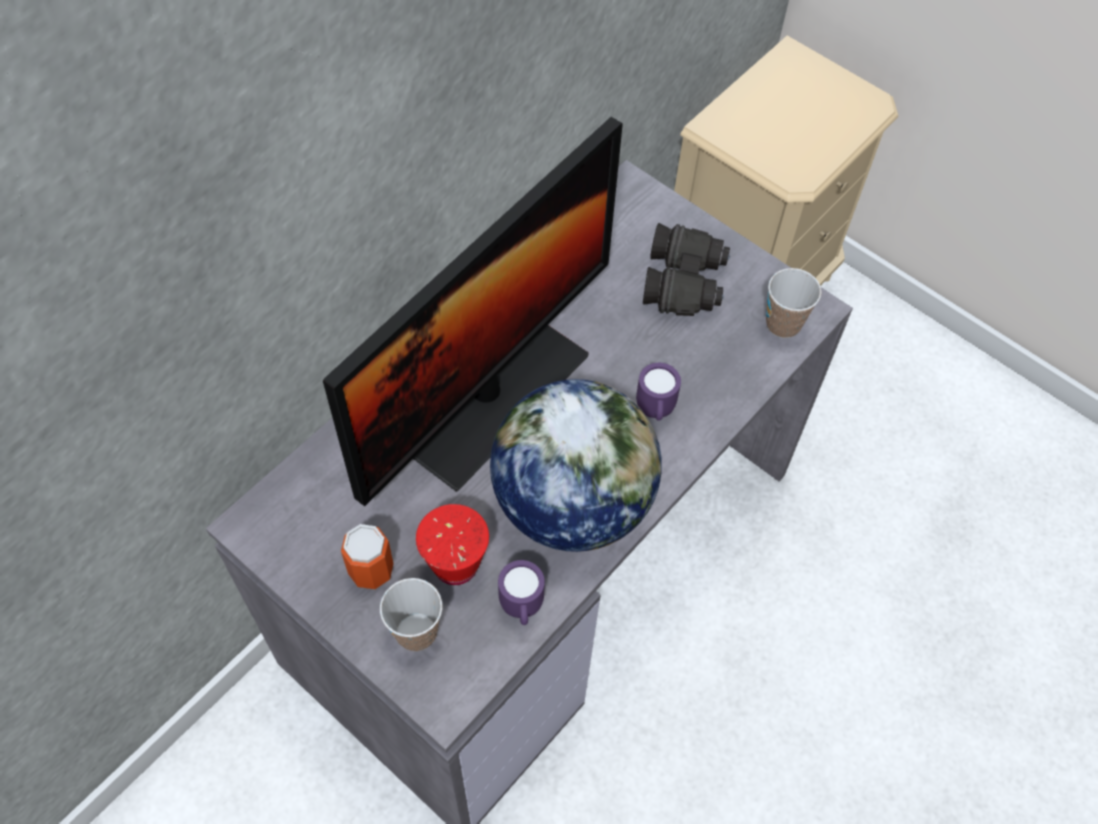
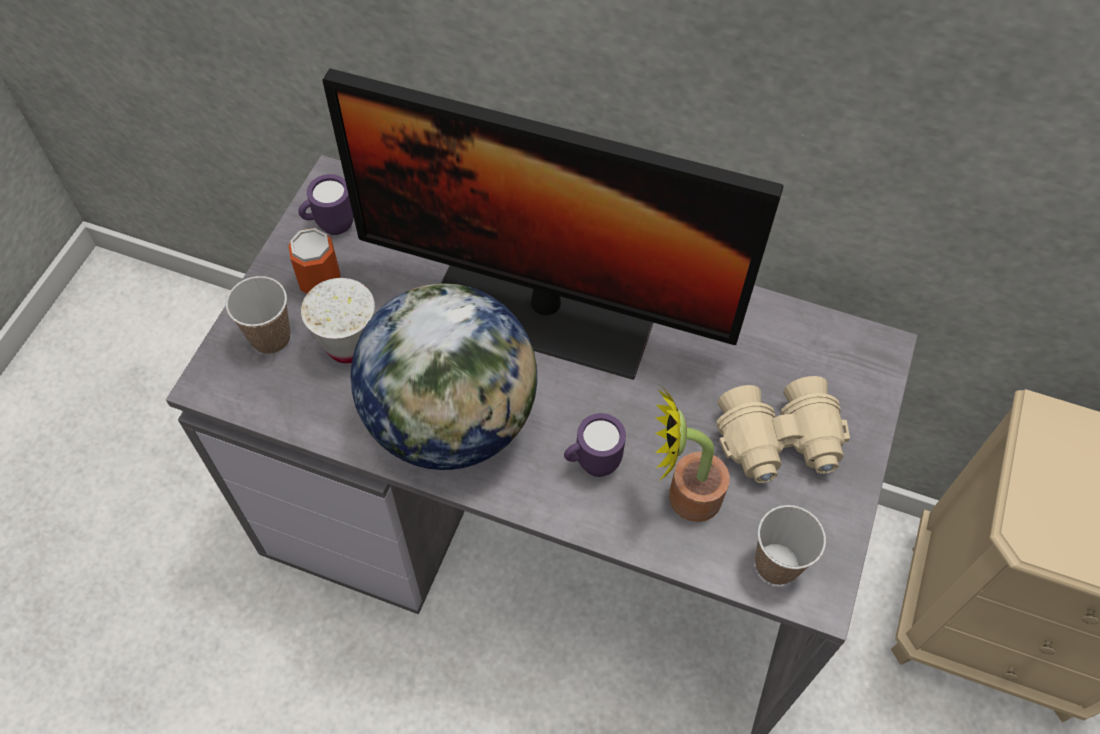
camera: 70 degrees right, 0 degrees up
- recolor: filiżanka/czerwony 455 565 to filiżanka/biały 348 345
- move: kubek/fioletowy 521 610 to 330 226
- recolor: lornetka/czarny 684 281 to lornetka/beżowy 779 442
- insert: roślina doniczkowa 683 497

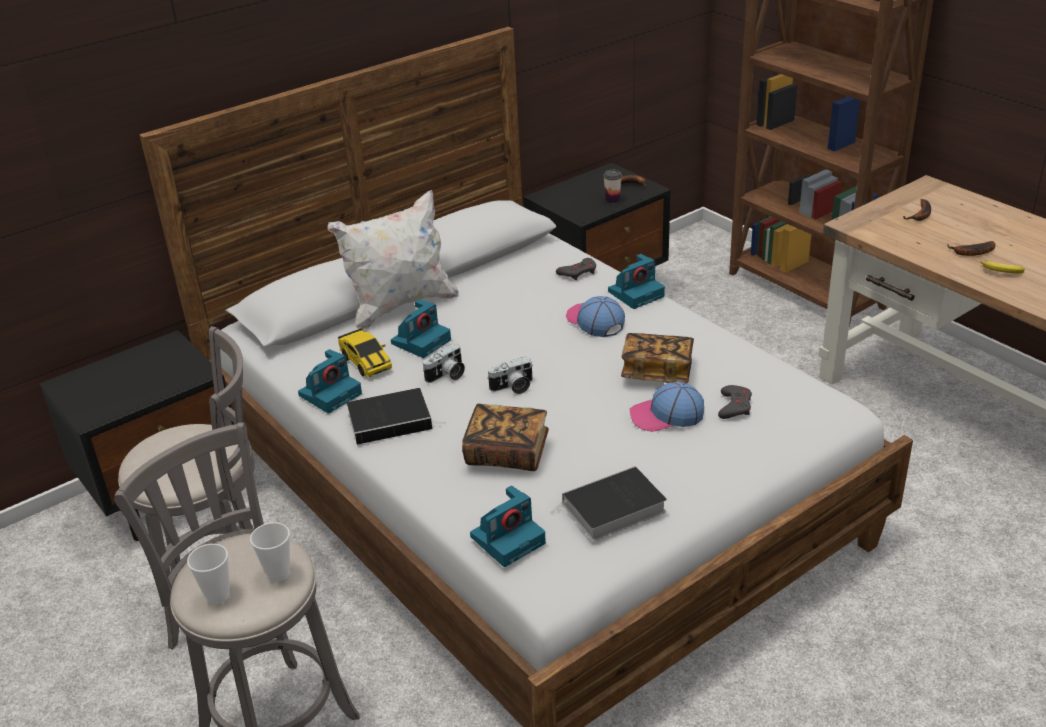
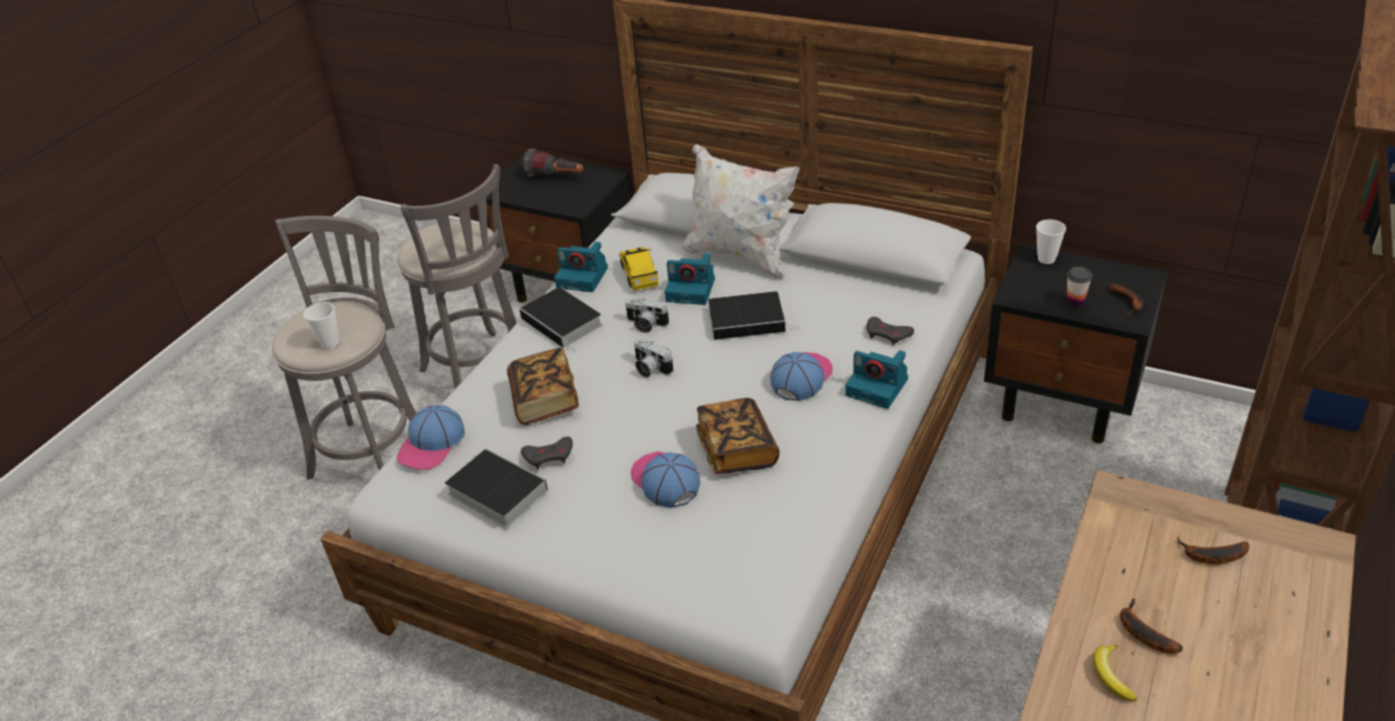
camera: 65 degrees right, 5 degrees up
- move: filiżanka 217 595 to 1046 259
- rotate: samochodzik 366 362 = 639 275 135 degrees clockwise
- replace: aparat fotograficzny 508 539 to czapka z daszkiem 432 444
- move: pad do gier/szary 734 406 to 549 456
- insert: latarka 556 177
- insert: książka 749 319

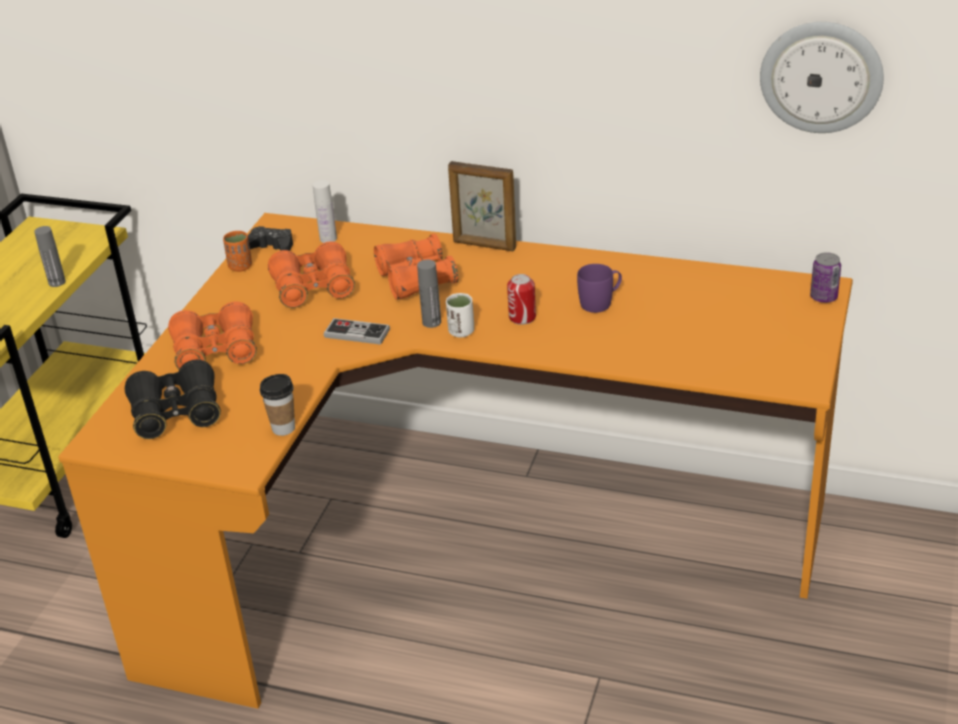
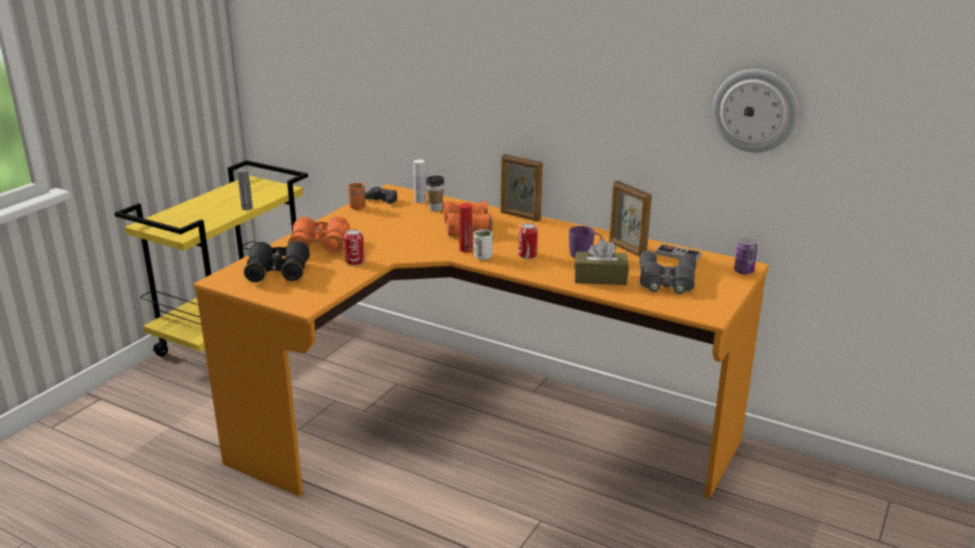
camera: 10 degrees right, 10 degrees down
- move: filiżanka 283 428 to 435 208
- delete: lornetka/pomarańczowy 313 288
- move: pad do gier 357 333 to 678 254
- recolor: butelka/szary 431 322 to butelka/czerwony 466 249
- insert: puszka 355 261
- insert: pudełko chusteczek/brązowy 600 278
- insert: ramka na zdjęcie 626 249
- insert: lornetka/szary 666 280

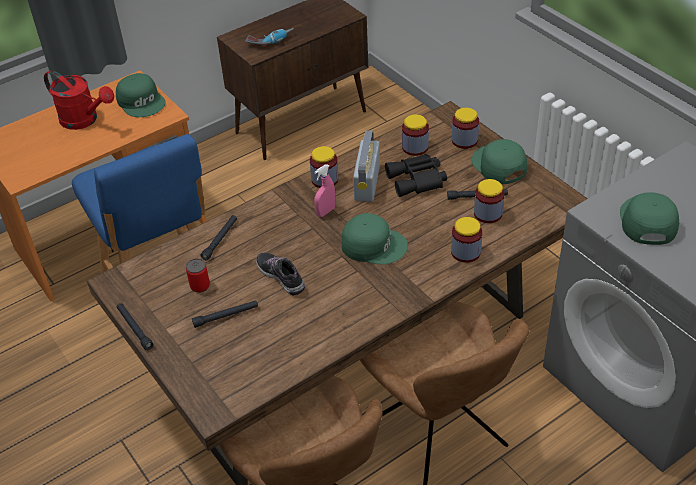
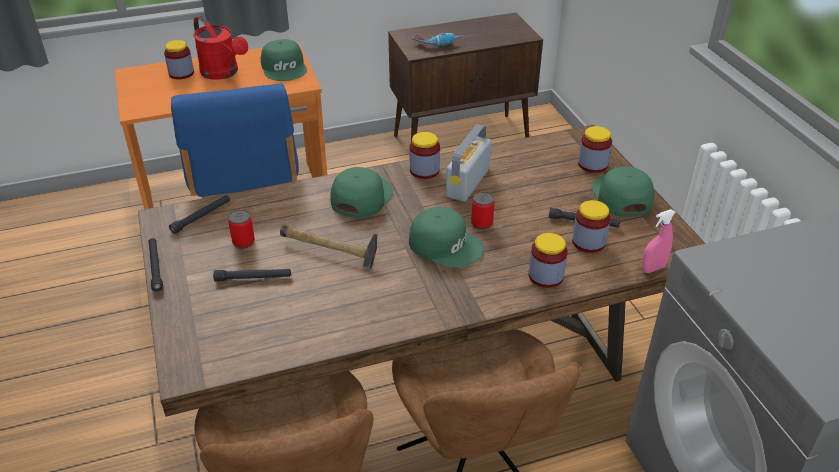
camera: 15 degrees right, 5 degrees down
- move: latarka/czarny 220 240 to 201 217
- replace: but 281 276 to młotek 331 253
- move: spryskiwacz/różowy 325 211 to 653 268
- delete: lornetka/czarny 417 180
- move: słoik 415 147 to 181 73
- move: czapka z daszkiem/zielony 647 221 to 360 197
- insert: puszka 481 223

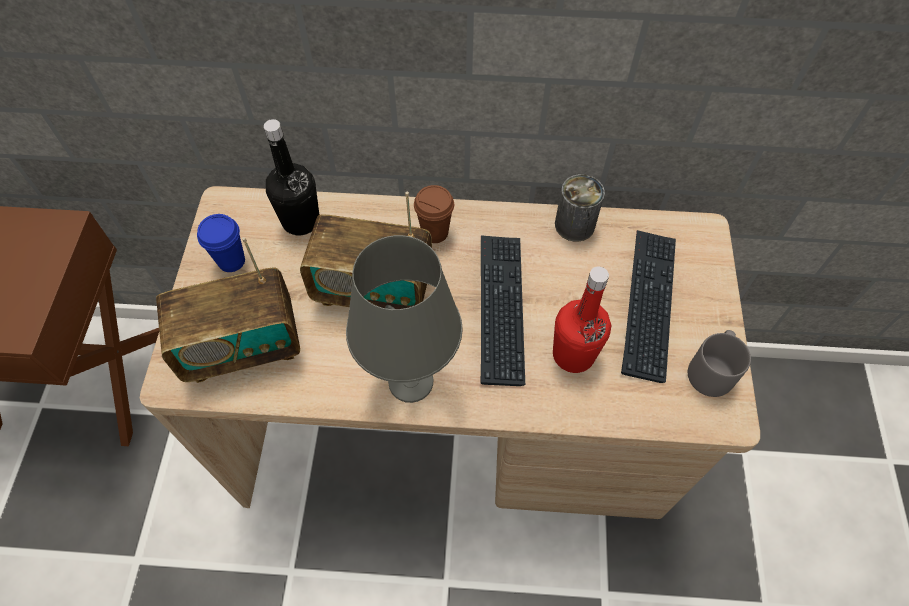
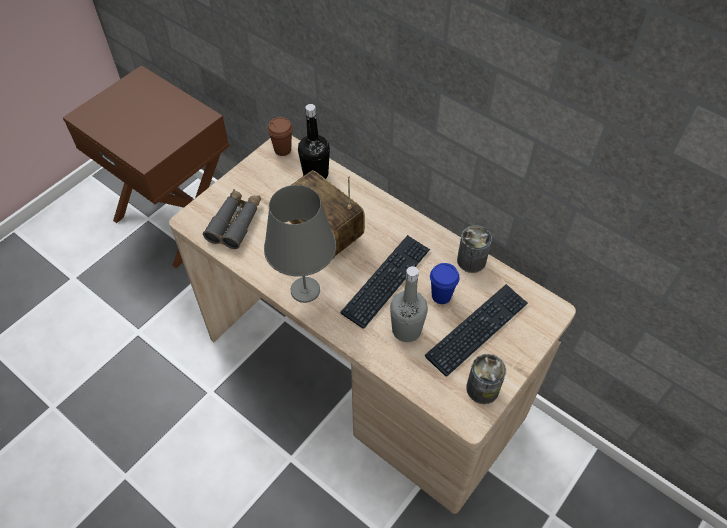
camera: 35 degrees right, 5 degrees down
- replace: radio 242 347 to lornetka/szary 235 223
- move: filiżanka/niebieski 231 261 to 441 296
- move: filiżanka/brązowy 435 232 to 282 150
- recolor: butelka/czerwony 573 354 to butelka/szary 406 330
- replace: kubek/szary 711 371 to puszka 482 389

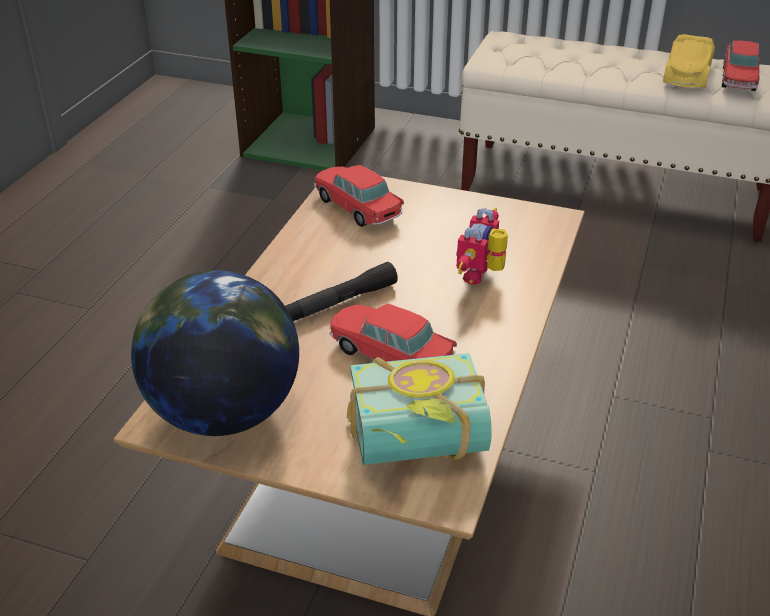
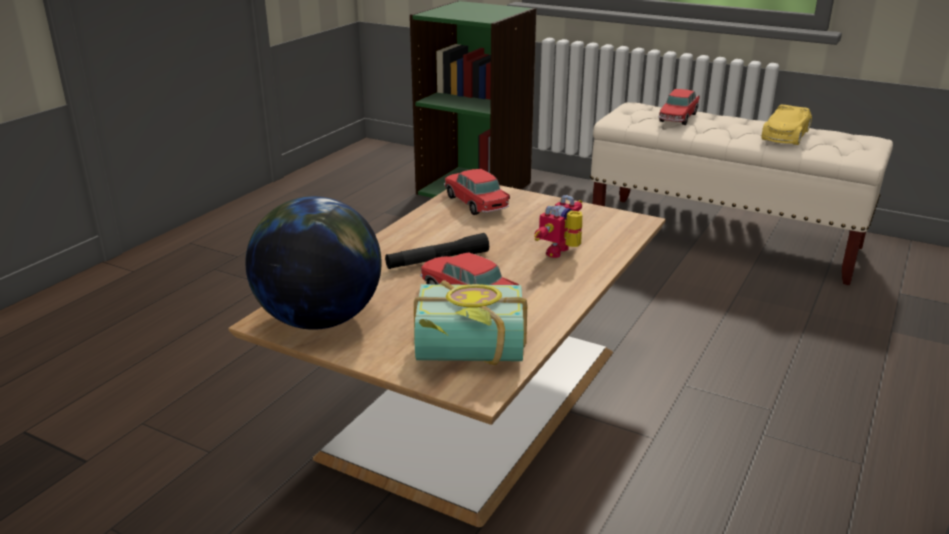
camera: 10 degrees right, 10 degrees down
- move: samochodzik 738 79 to 678 118

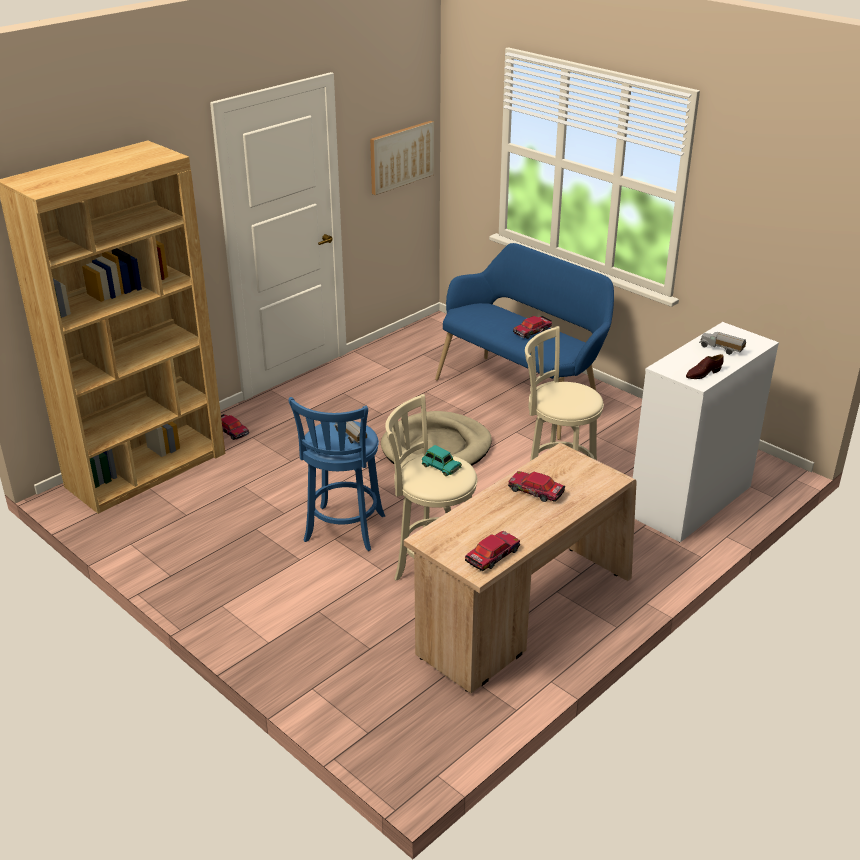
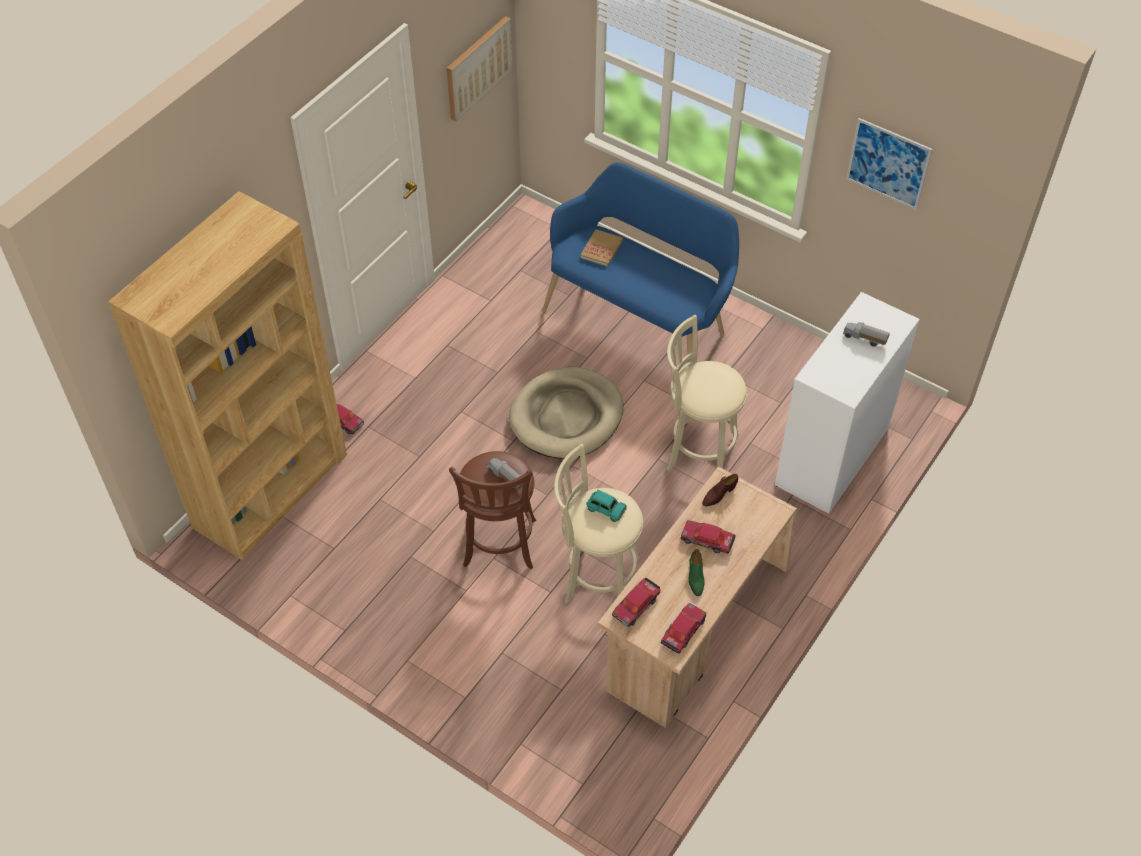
camera: 10 degrees left, 20 degrees up
- recolor: stołek/niebieski 343 531 to stołek/brązowy 499 546
- move: samochodzik 532 331 to 636 605
- move: but/brązowy 703 373 to 719 494
- insert: książka 601 249
- insert: but/zielony 695 577
- insert: obraz 888 163

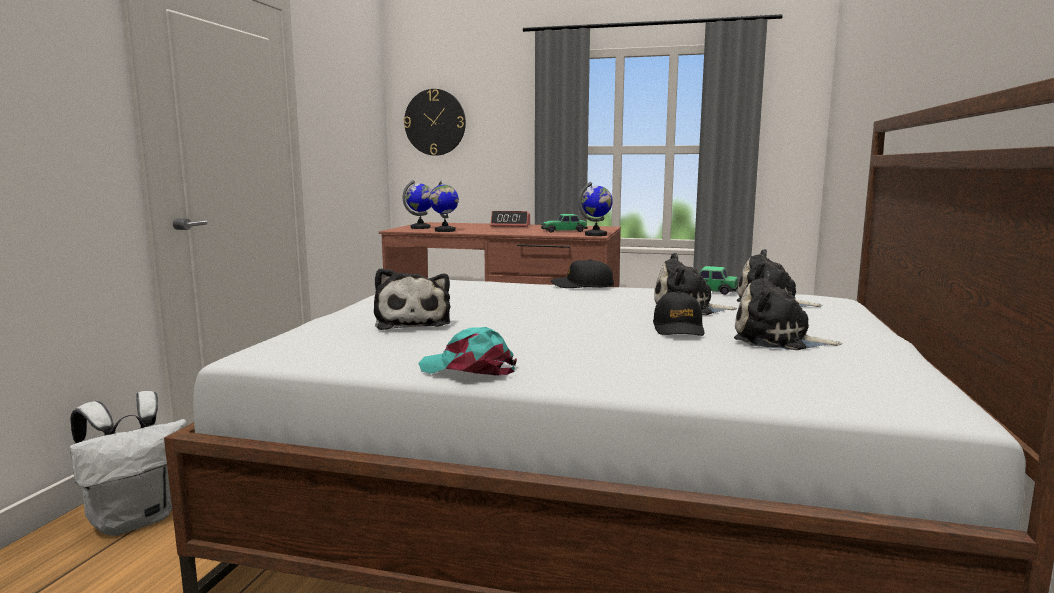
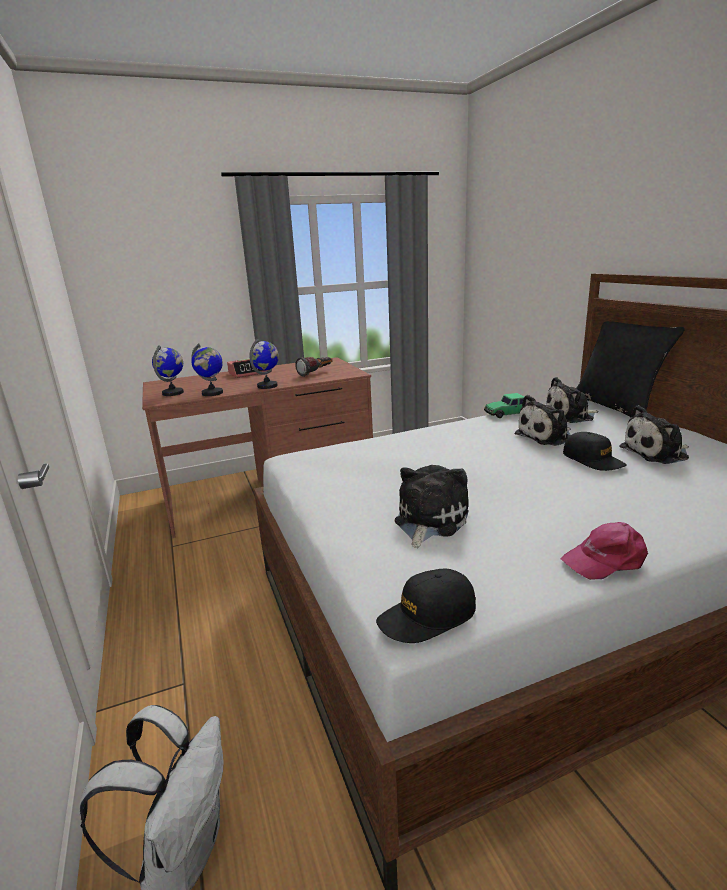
camera: 35 degrees left, 10 degrees up
- rotate: pluszak 412 322 = 428 520 105 degrees counterclockwise
- delete: zegar ścienny 435 122
- recolor: czapka z daszkiem/turkusowy 469 369 to czapka z daszkiem/różowy 605 560
- replace: samochodzik 563 231 to latarka 316 373
- move: czapka z daszkiem/czarny 582 285 to 427 616
- move: globus 596 235 to 267 386
- insert: poduszka/czarny 616 407

